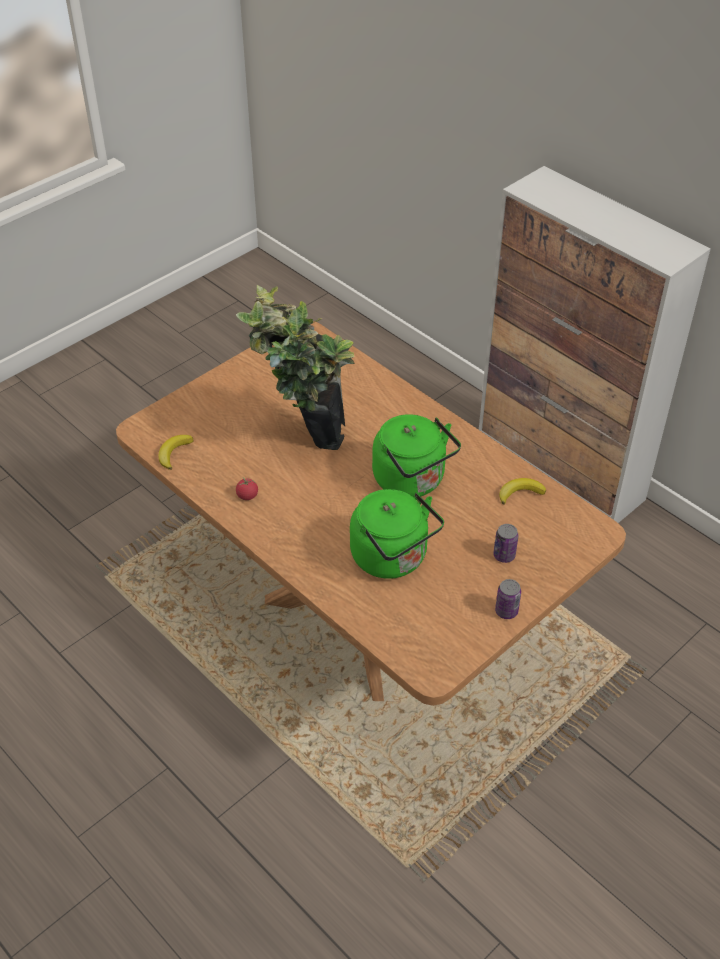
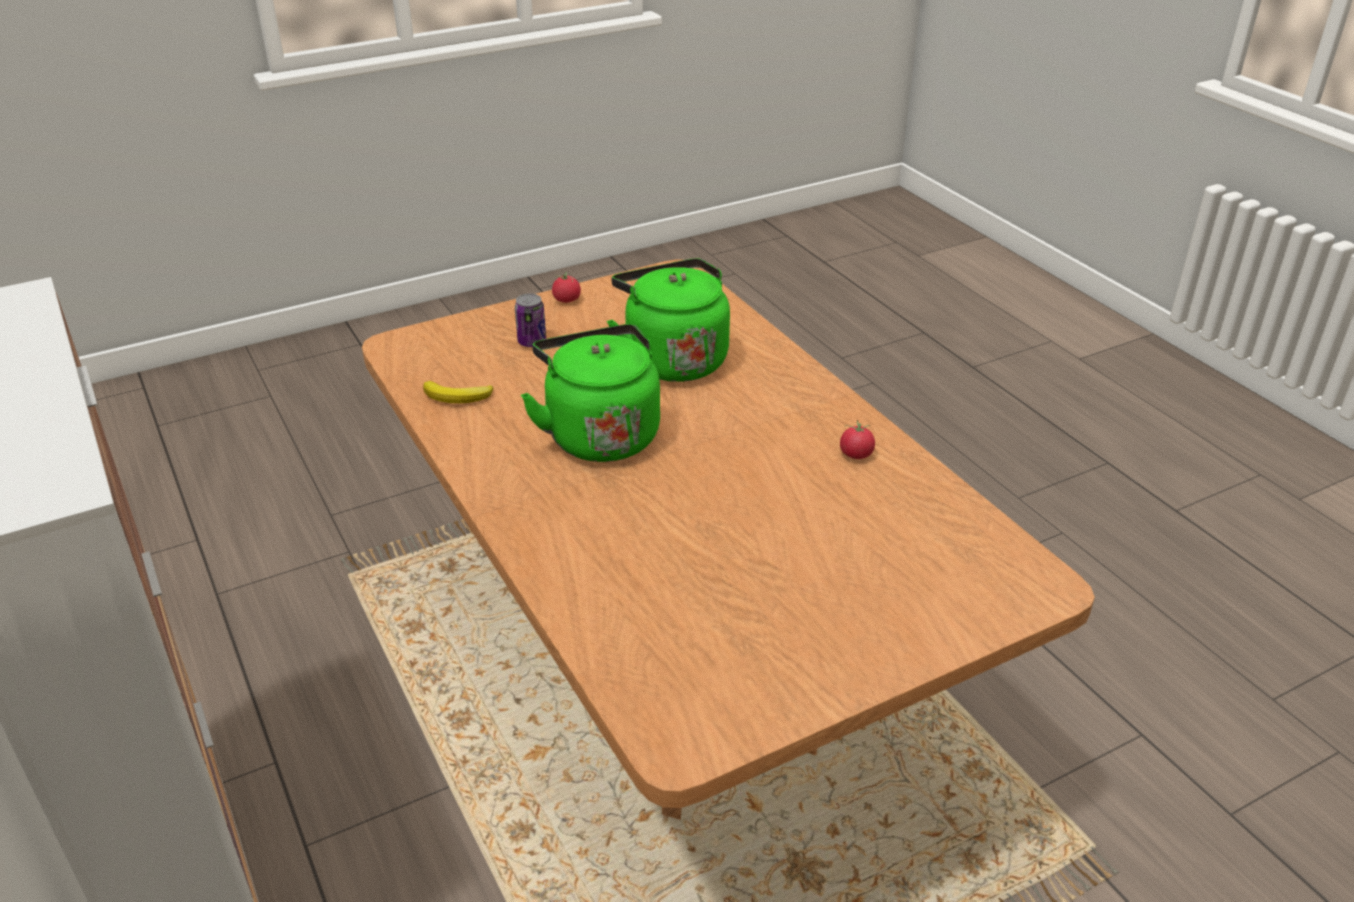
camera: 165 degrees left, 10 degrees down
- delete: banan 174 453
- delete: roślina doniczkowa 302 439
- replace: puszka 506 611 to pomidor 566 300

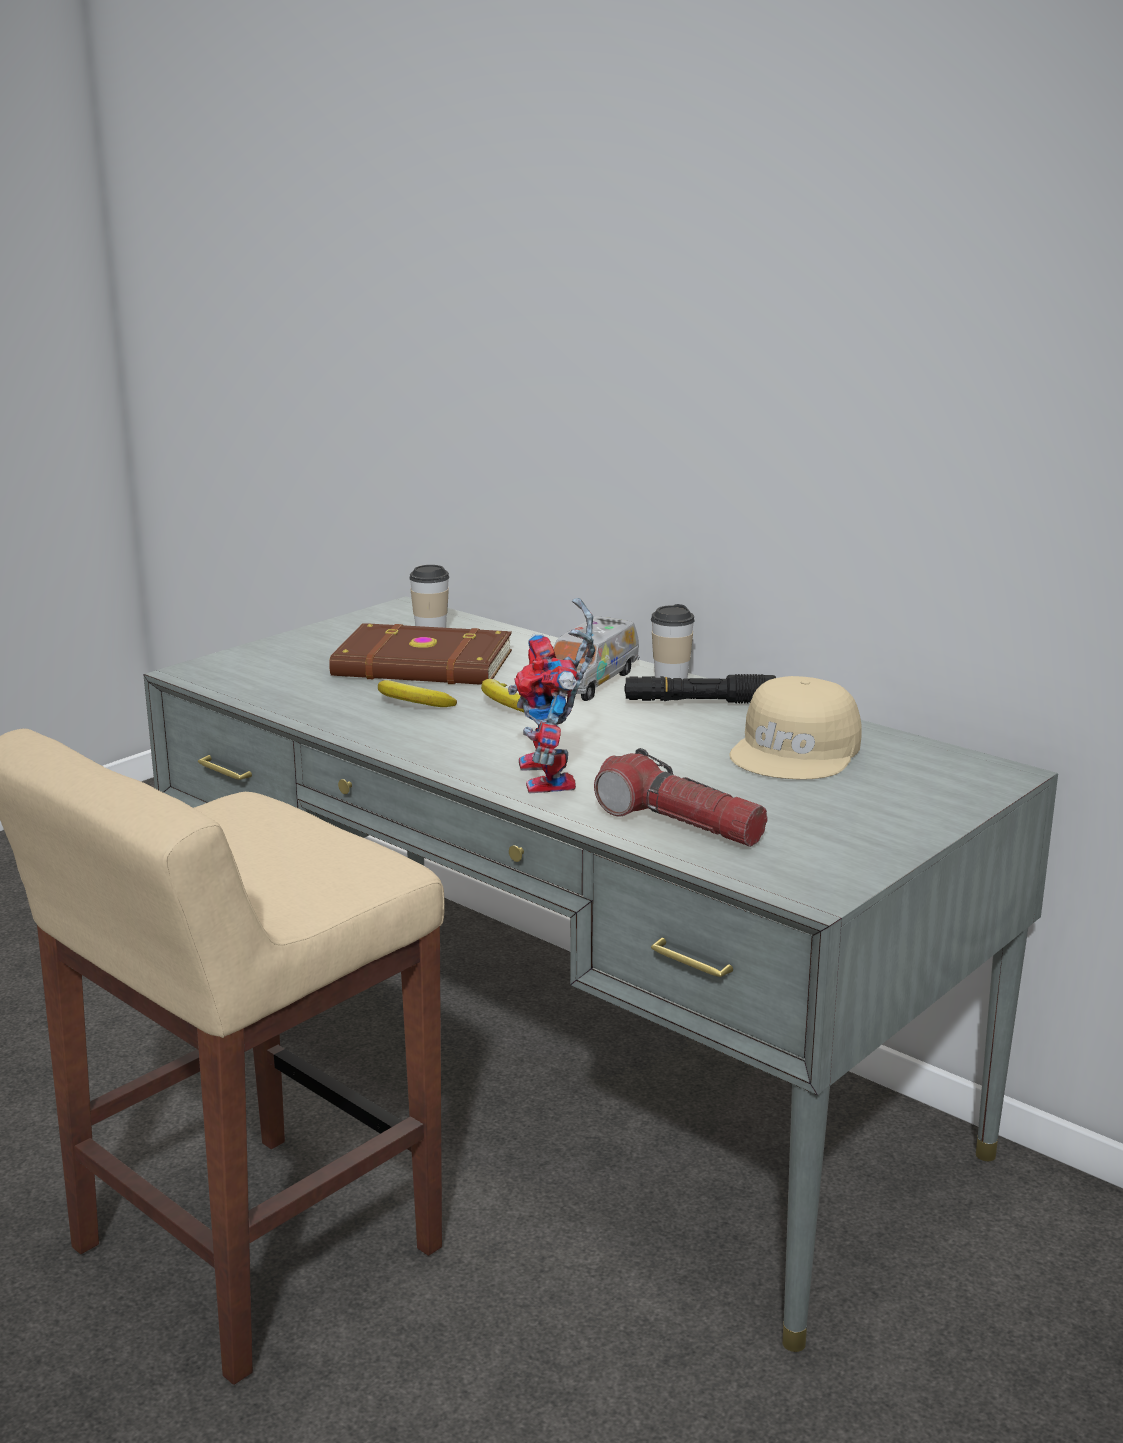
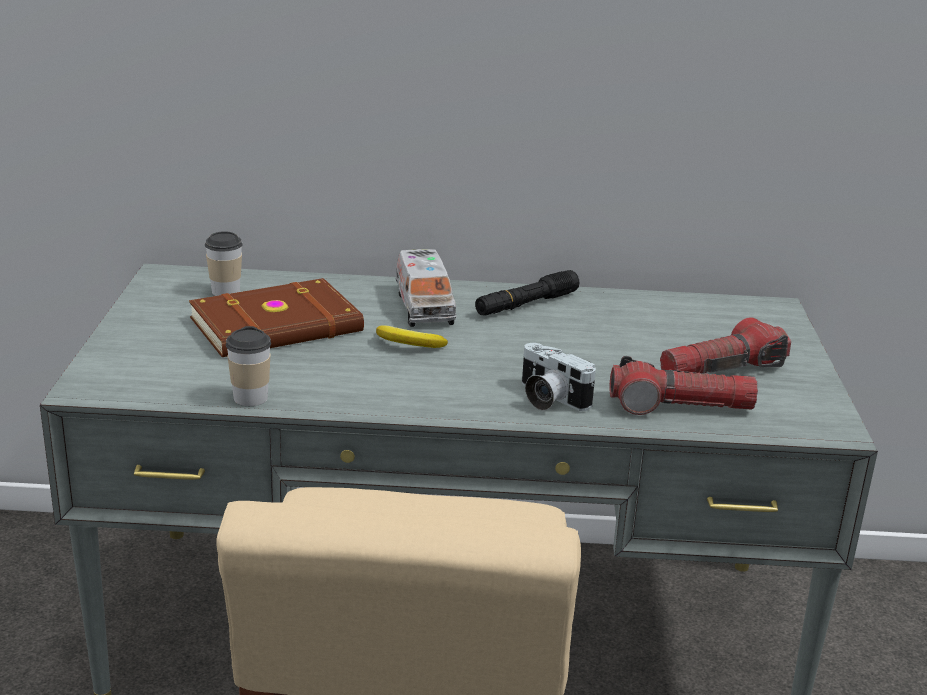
camera: 40 degrees left, 5 degrees up
- delete: banan 412 703
- replace: robot zabawkowy 554 780 to aparat fotograficzny 548 399
- move: filiżanka 671 677 to 250 398
- delete: czapka z daszkiem/beżowy 798 751
- insert: latarka 722 370

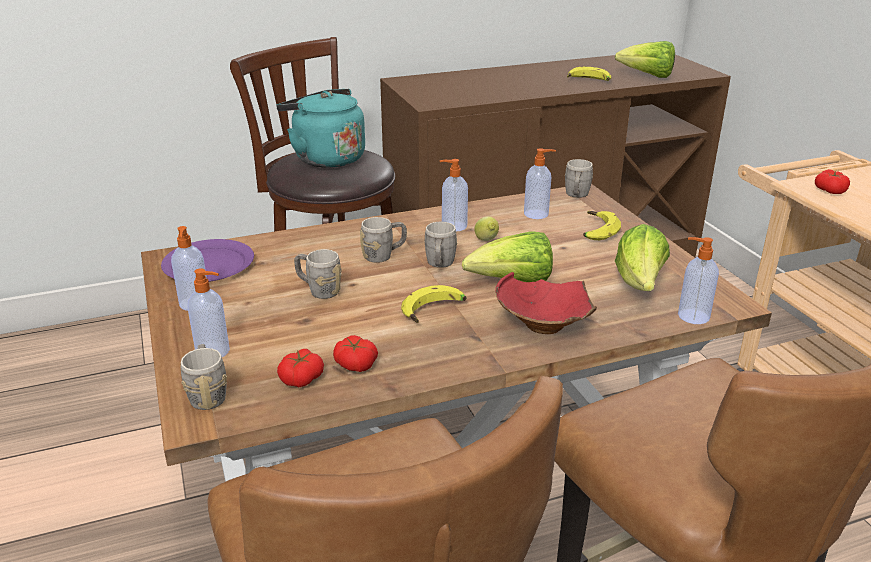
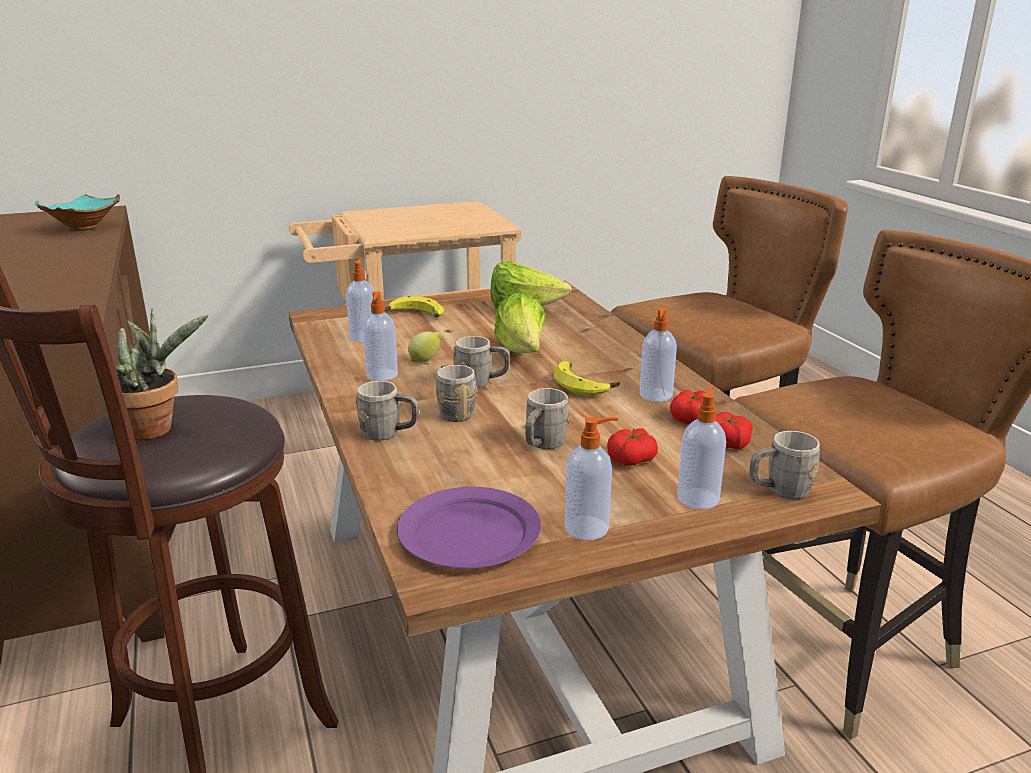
camera: 90 degrees left, 5 degrees down
- replace: czajnik/turkusowy 326 158 to roślina doniczkowa 157 428
- delete: miska/czerwony 543 326
- move: kubek/szary 576 195 to 388 434
- delete: banan 588 81
- replace: sałata 647 76 to miska/turkusowy 84 228
- move: dozownik mydła 692 316 to 655 395
- move: pomidor 830 190 to 631 459

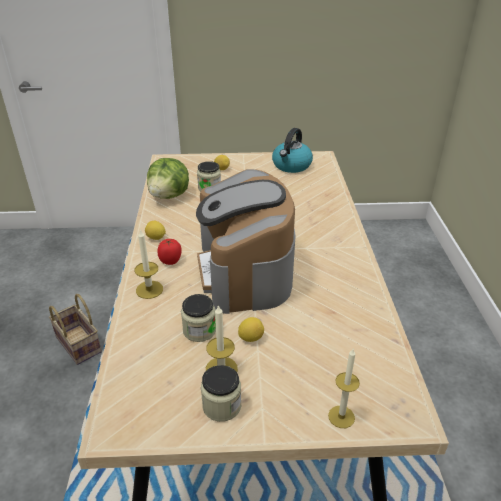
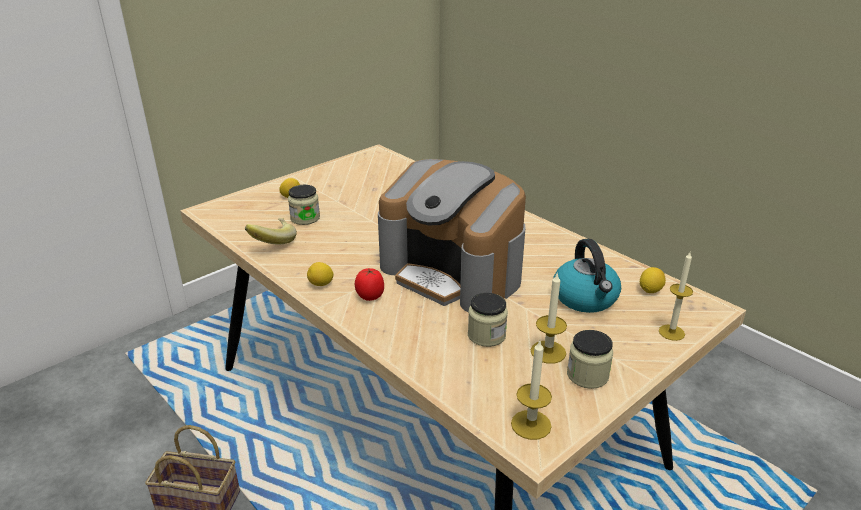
camera: 40 degrees left, 5 degrees down
- move: świeca 149 289 to 531 424
- replace: sałata 169 196 to banan 272 242
- move: cytryna 251 338 to 650 290
- move: czajnik 291 166 to 586 298

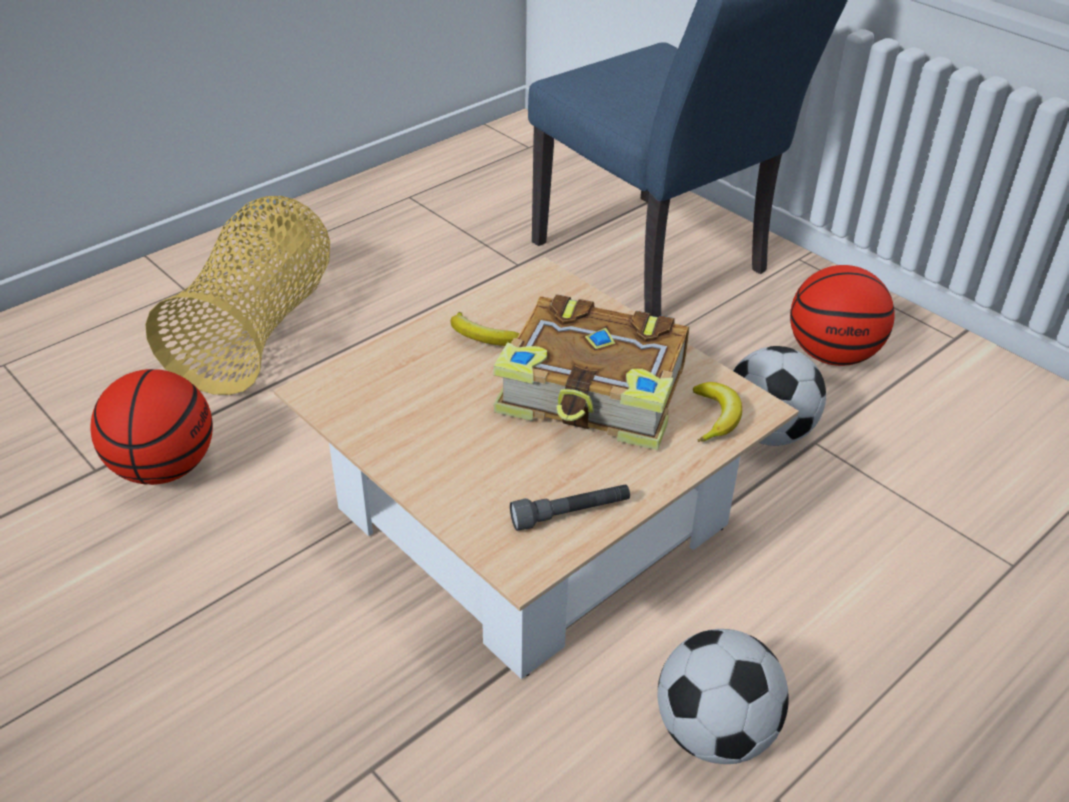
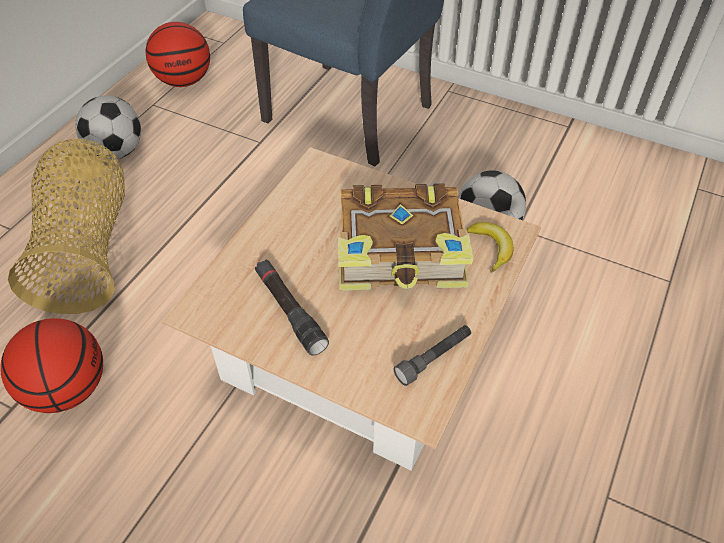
camera: 20 degrees left, 10 degrees up
- delete: banan 483 338
- move: piłka futbolowa 714 732 to 117 152
- move: piłka do koszykówki 832 354 to 184 81
- insert: latarka/czarny 290 311

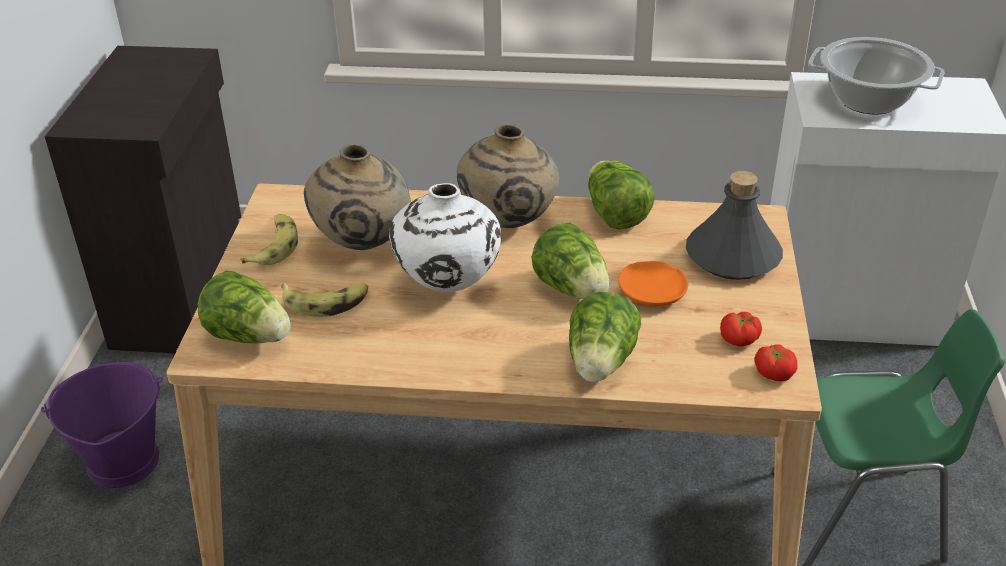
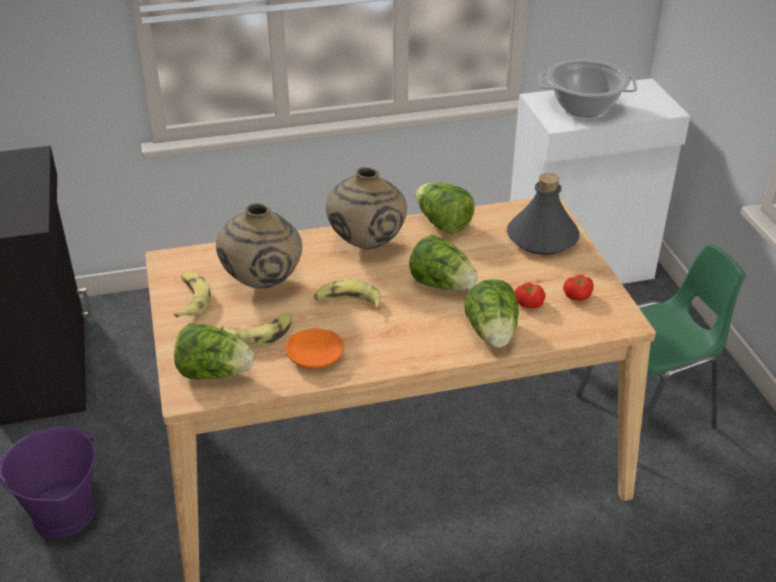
camera: 20 degrees left, 0 degrees up
- replace: wazon/biały 447 286 to banan 348 302
- move: talerz/pomarańczowy 652 292 to 315 356
- move: pomidor 774 372 to 528 303

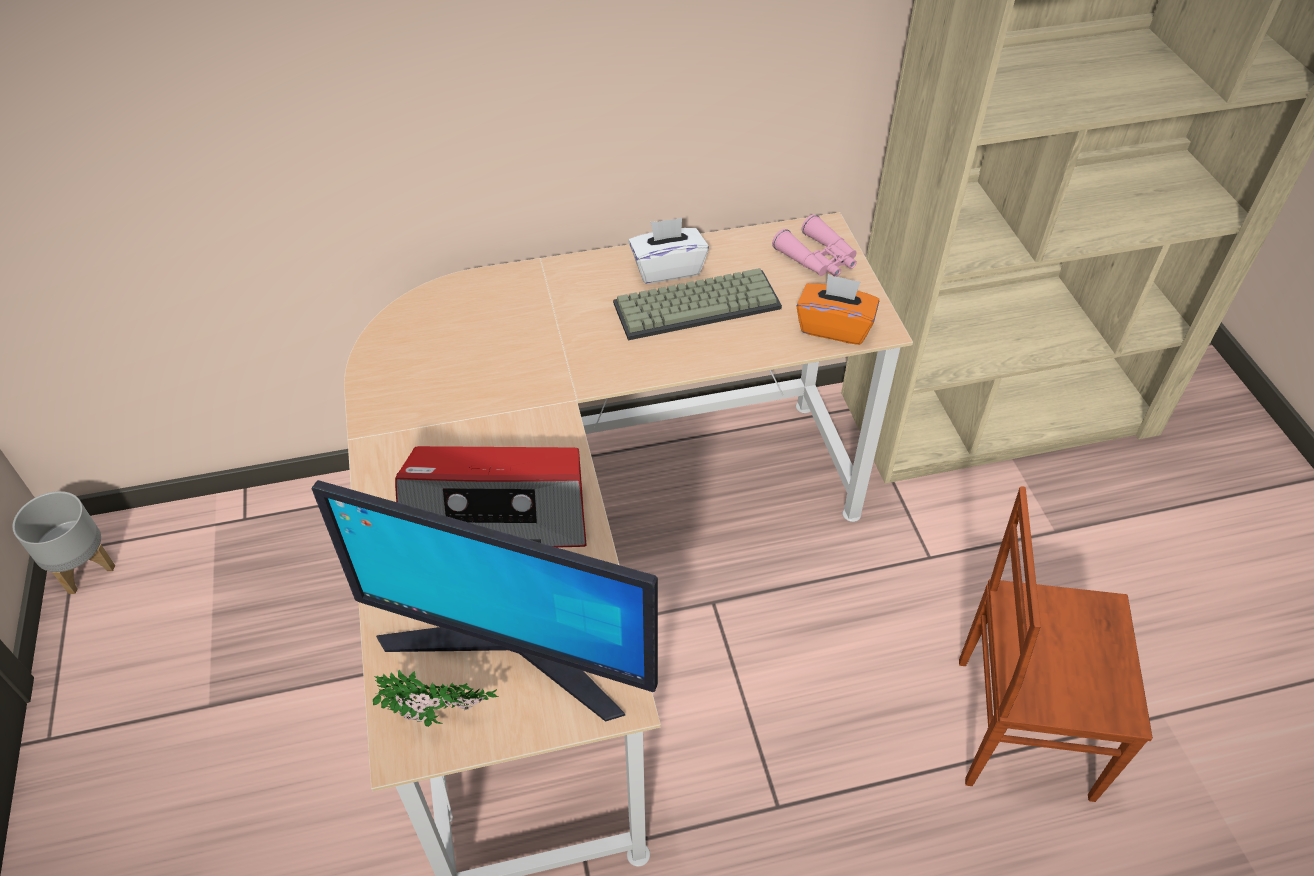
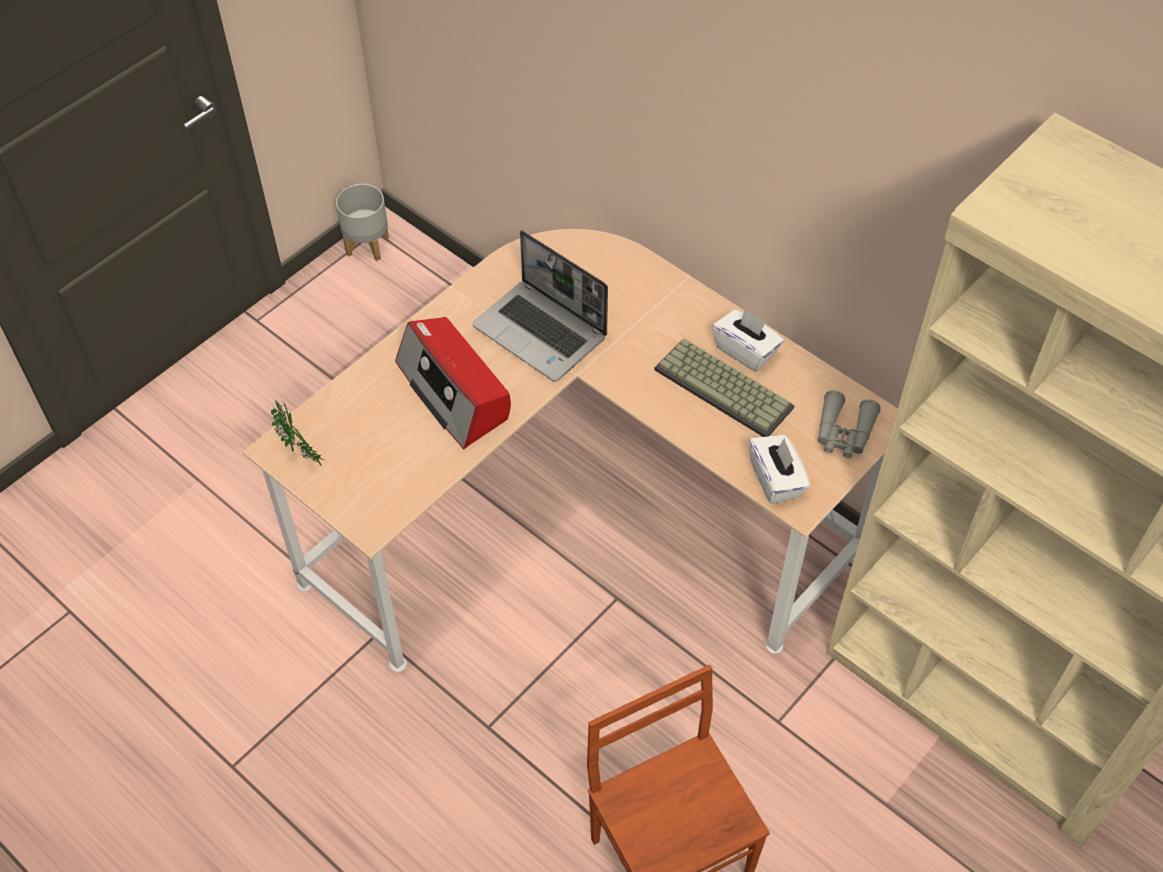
camera: 55 degrees right, 5 degrees up
- delete: monitor 511 652
- recolor: lornetka/różowy 818 259 to lornetka/szary 843 433
- recolor: pudełko chusteczek/pomarańczowy 834 327 to pudełko chusteczek/biały 776 480
- insert: laptop 542 332

